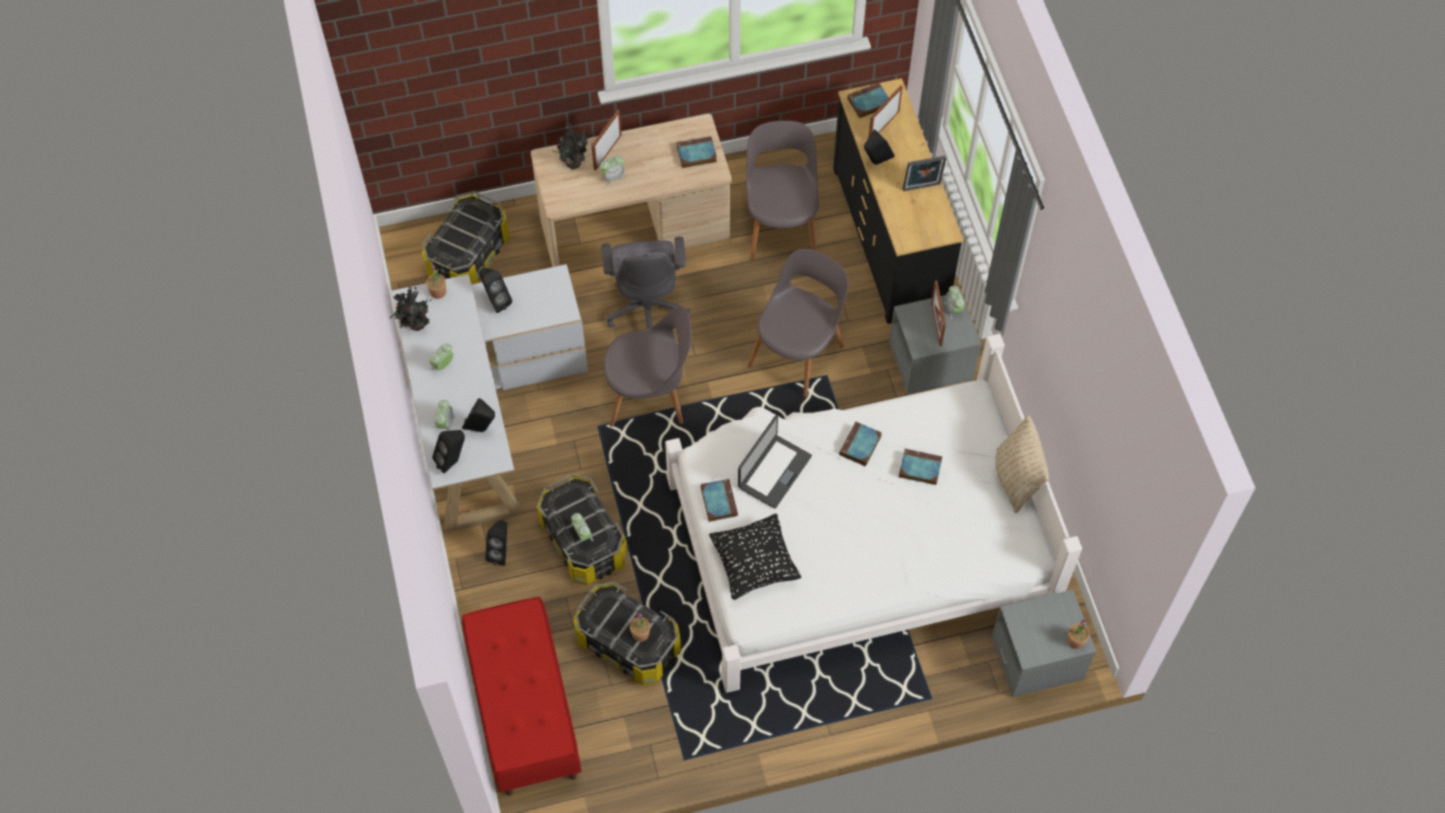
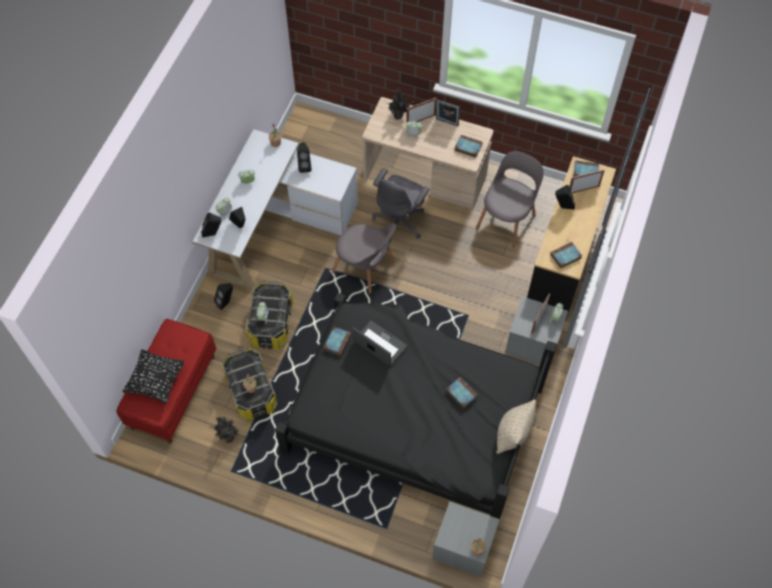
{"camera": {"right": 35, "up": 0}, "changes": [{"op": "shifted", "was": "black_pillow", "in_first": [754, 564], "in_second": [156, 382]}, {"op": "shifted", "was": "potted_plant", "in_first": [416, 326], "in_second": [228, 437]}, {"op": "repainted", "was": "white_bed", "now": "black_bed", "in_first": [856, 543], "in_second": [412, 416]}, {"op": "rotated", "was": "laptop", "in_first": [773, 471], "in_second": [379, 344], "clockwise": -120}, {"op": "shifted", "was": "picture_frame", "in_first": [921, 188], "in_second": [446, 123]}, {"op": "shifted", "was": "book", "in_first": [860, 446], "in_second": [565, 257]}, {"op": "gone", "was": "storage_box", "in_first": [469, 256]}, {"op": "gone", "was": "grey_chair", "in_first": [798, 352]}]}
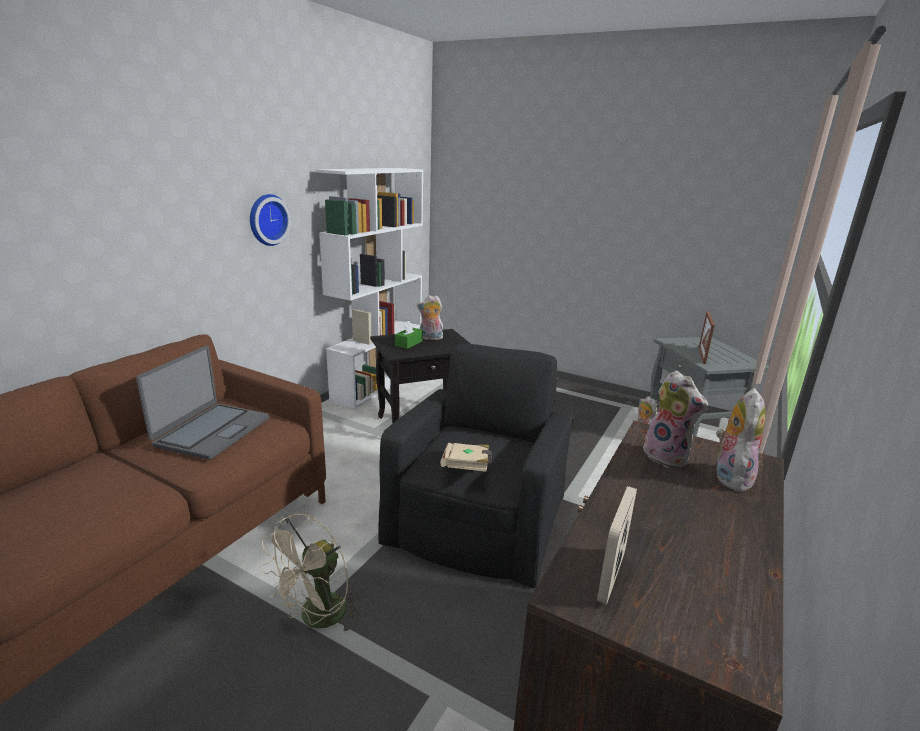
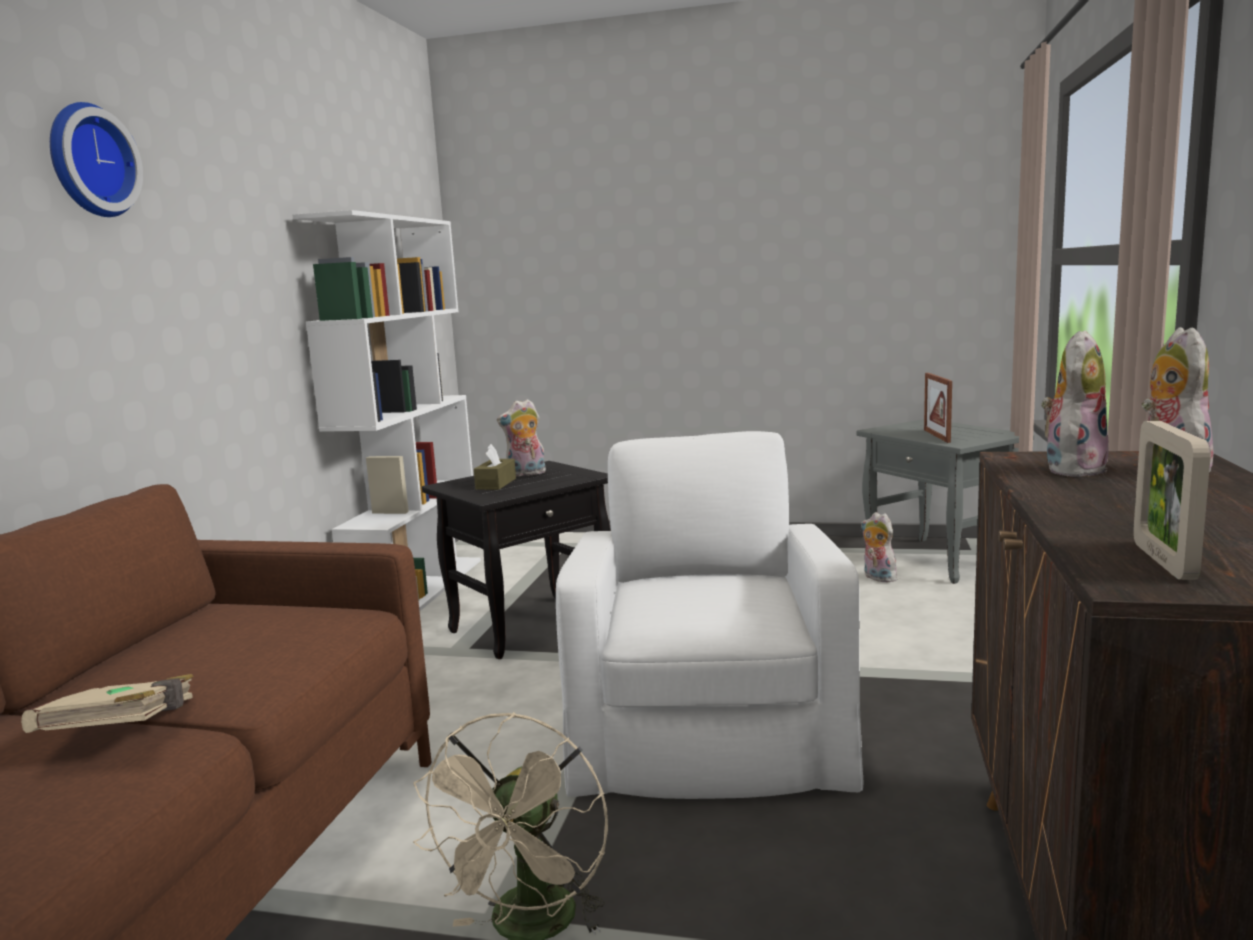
{"camera": {"right": -15, "up": -10}, "changes": [{"op": "shifted", "was": "beige_book", "in_first": [467, 468], "in_second": [126, 734]}, {"op": "shifted", "was": "wall_clock", "in_first": [267, 219], "in_second": [88, 161]}, {"op": "repainted", "was": "green_tissue_box", "now": "brown_tissue_box", "in_first": [409, 343], "in_second": [496, 484]}, {"op": "repainted", "was": "black_armchair", "now": "white_armchair", "in_first": [478, 515], "in_second": [707, 722]}, {"op": "rotated", "was": "plush_toy", "in_first": [668, 457], "in_second": [1072, 469], "clockwise": -90}, {"op": "gone", "was": "laptop", "in_first": [212, 431]}]}
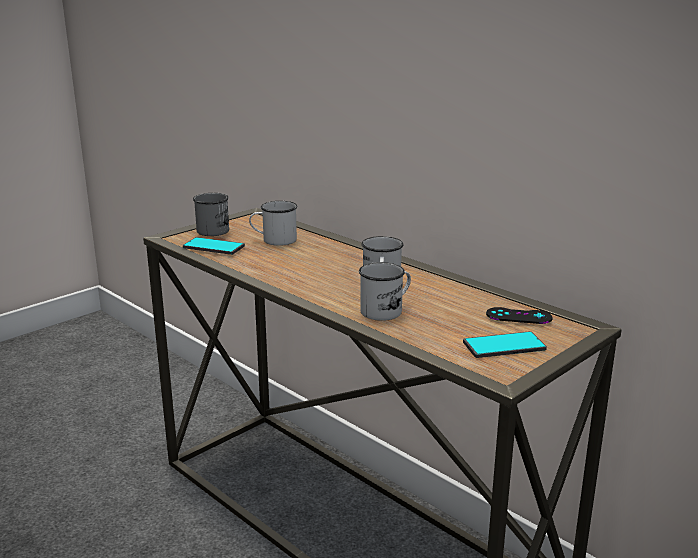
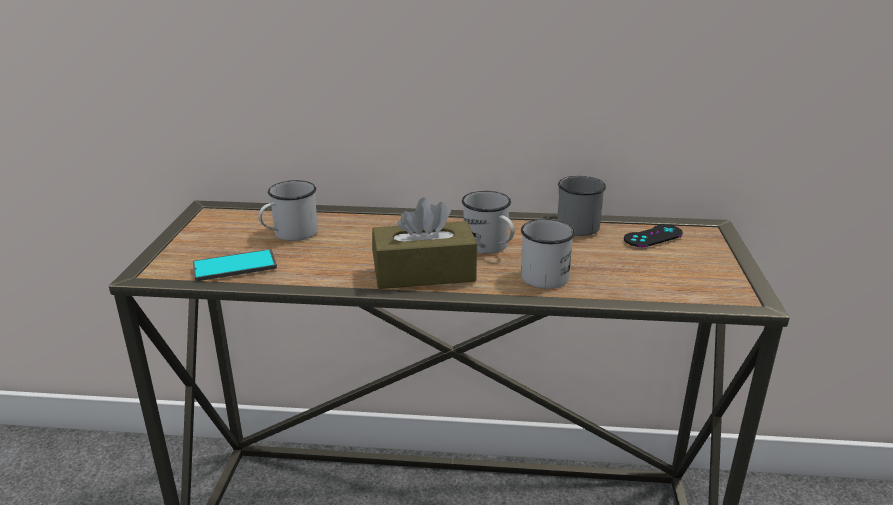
{"camera": {"right": -40, "up": 5}, "changes": [{"op": "new", "now": "brown_tissue_box", "in_second": [424, 273]}, {"op": "shifted", "was": "grey_mug", "in_first": [215, 229], "in_second": [574, 224]}, {"op": "gone", "was": "phone", "in_first": [504, 346]}]}
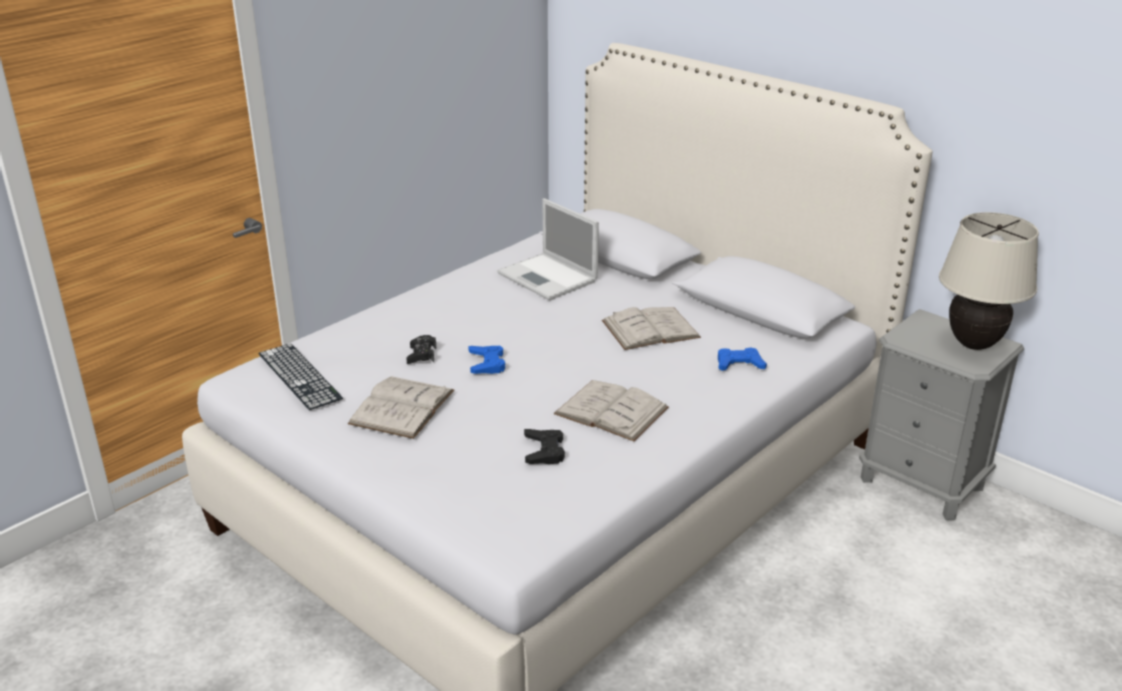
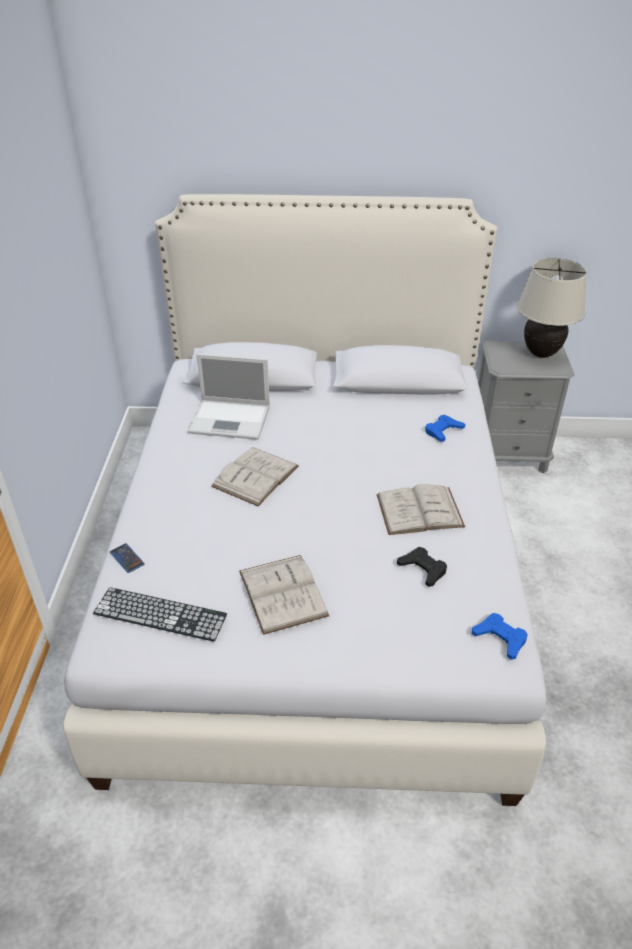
{"camera": {"right": -40, "up": 10}, "changes": [{"op": "new", "now": "phone", "in_second": [127, 558]}, {"op": "shifted", "was": "white_book", "in_first": [650, 329], "in_second": [255, 476]}, {"op": "shifted", "was": "blue_game_controller", "in_first": [487, 364], "in_second": [500, 638]}, {"op": "gone", "was": "black_game_controller", "in_first": [421, 355]}]}
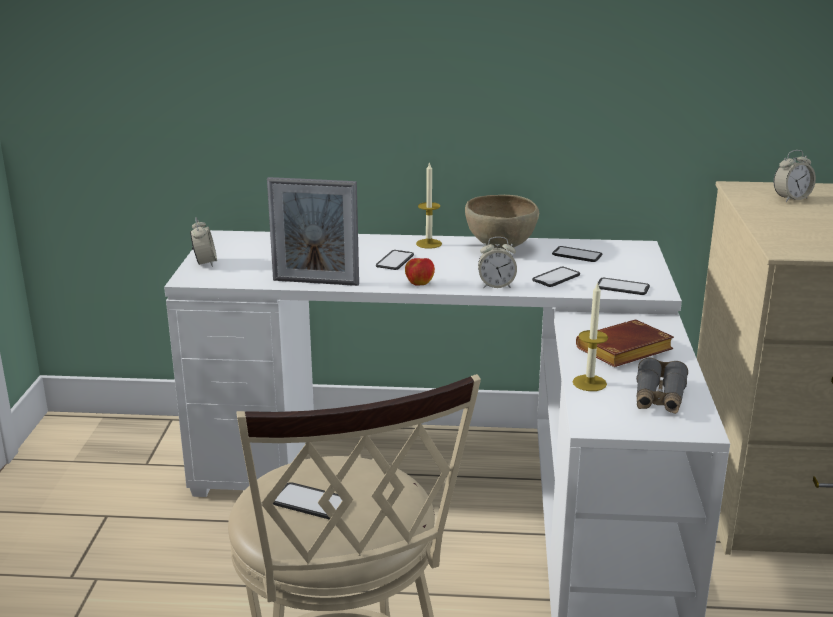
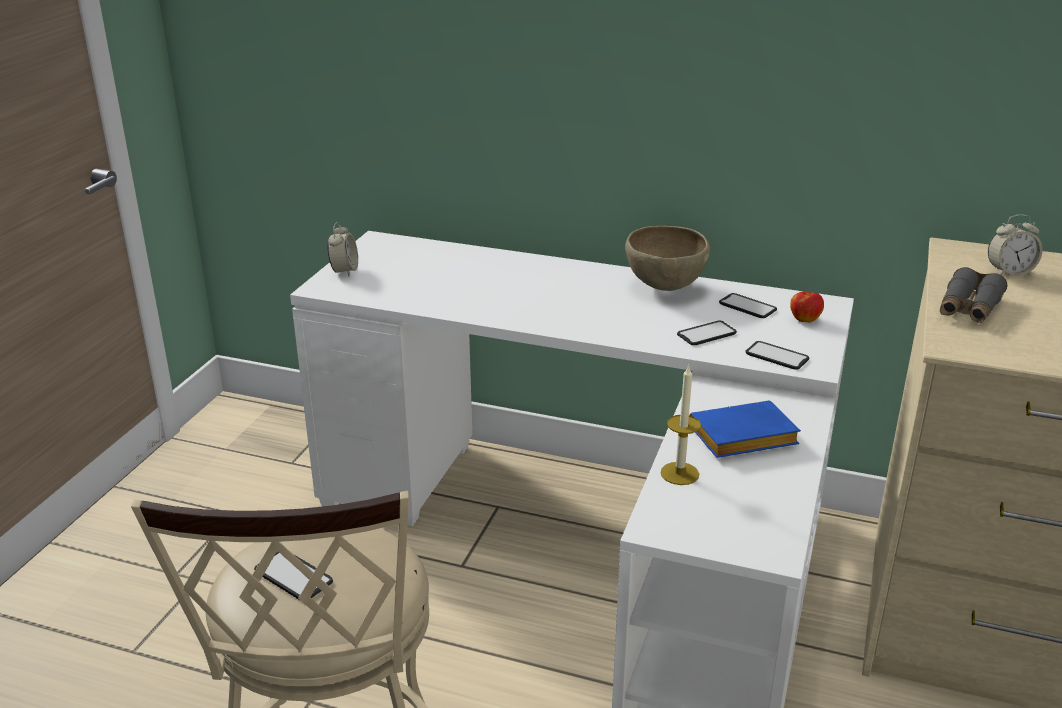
{"camera": {"right": 15, "up": 5}, "changes": [{"op": "repainted", "was": "brown_book", "now": "blue_book", "in_first": [623, 352], "in_second": [741, 439]}, {"op": "shifted", "was": "apple", "in_first": [419, 283], "in_second": [805, 319]}, {"op": "shifted", "was": "grey_binoculars", "in_first": [659, 397], "in_second": [968, 308]}, {"op": "gone", "was": "picture_frame", "in_first": [316, 282]}, {"op": "gone", "was": "phone", "in_first": [395, 261]}, {"op": "gone", "was": "candle", "in_first": [429, 243]}, {"op": "gone", "was": "alarm_clock", "in_first": [496, 285]}]}
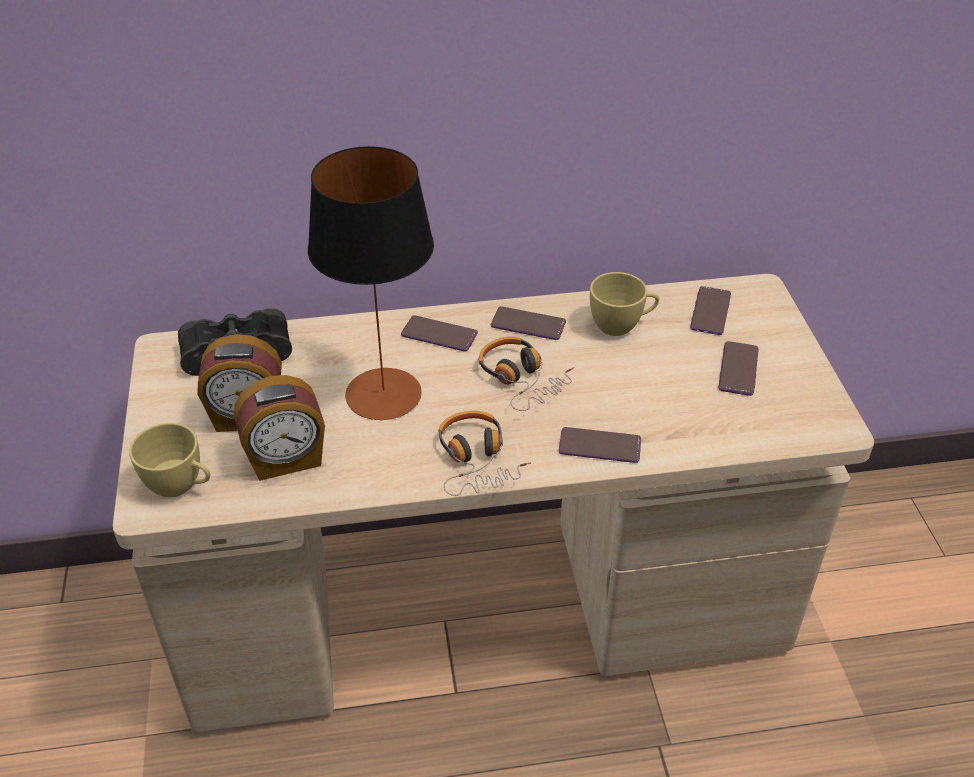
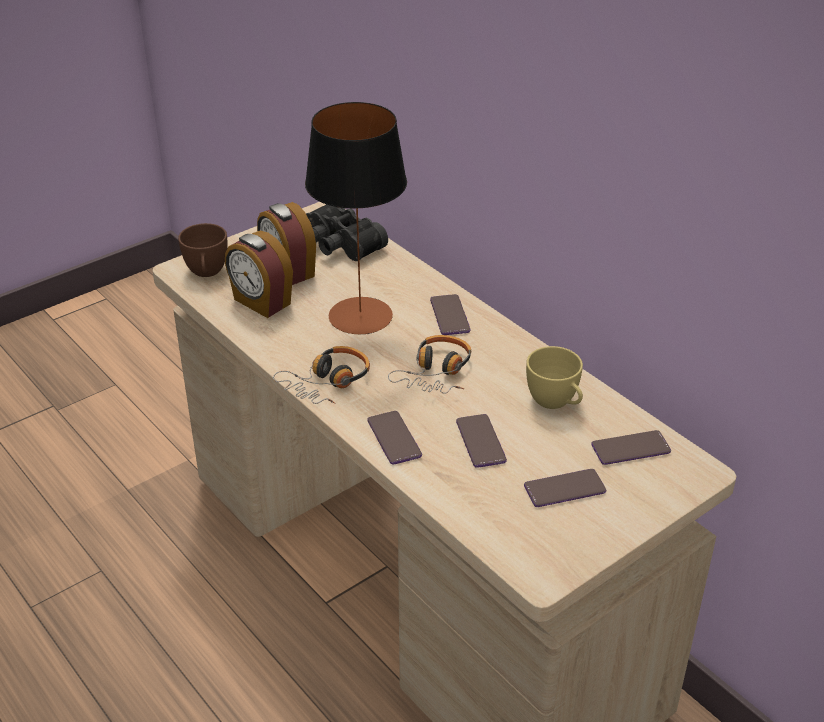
{"camera": {"right": 60, "up": -5}, "changes": [{"op": "repainted", "was": "yellow_cup", "now": "brown_cup", "in_first": [181, 486], "in_second": [206, 273]}, {"op": "shifted", "was": "phone", "in_first": [528, 324], "in_second": [480, 441]}]}
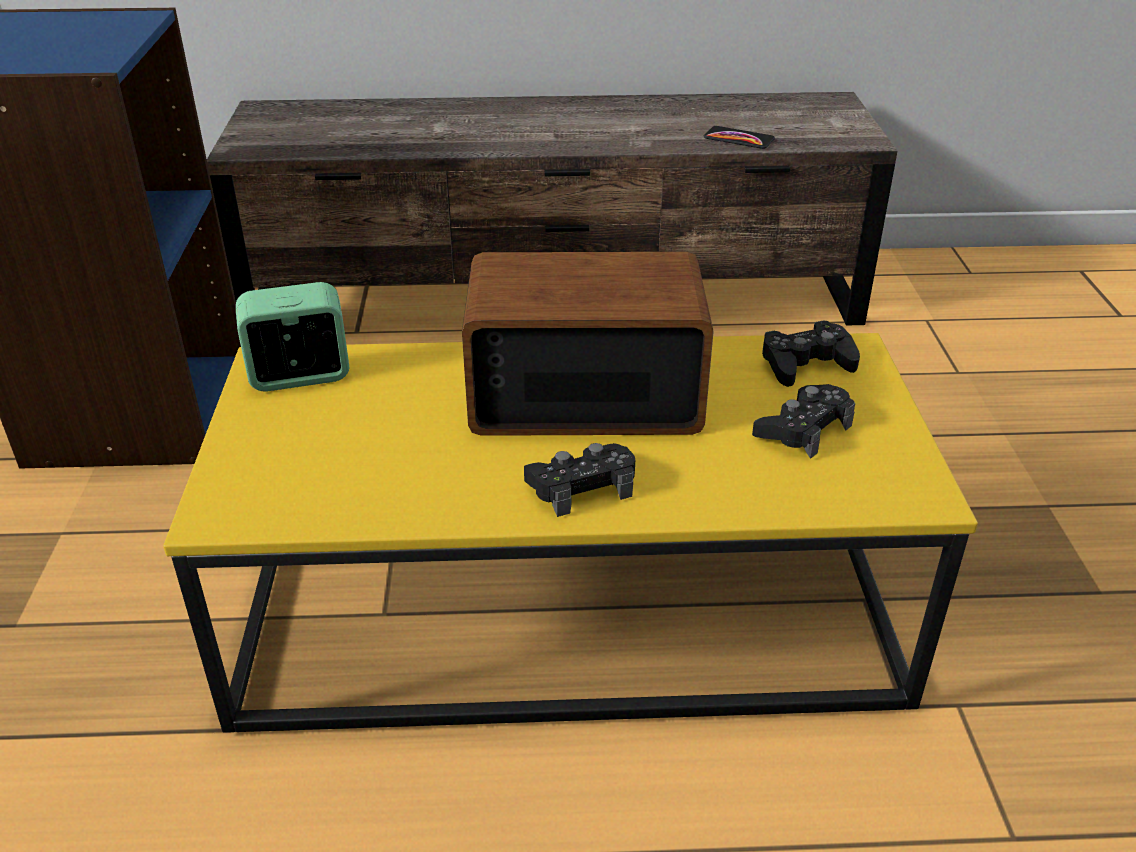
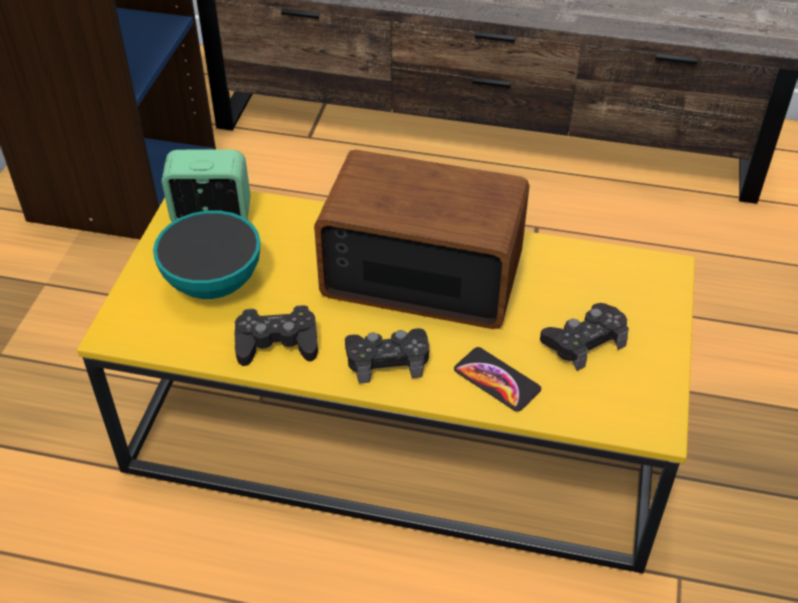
{"camera": {"right": 15, "up": 10}, "changes": [{"op": "new", "now": "bowl", "in_second": [213, 283]}, {"op": "shifted", "was": "black_game_controller", "in_first": [806, 363], "in_second": [277, 343]}, {"op": "shifted", "was": "phone", "in_first": [738, 139], "in_second": [496, 380]}]}
